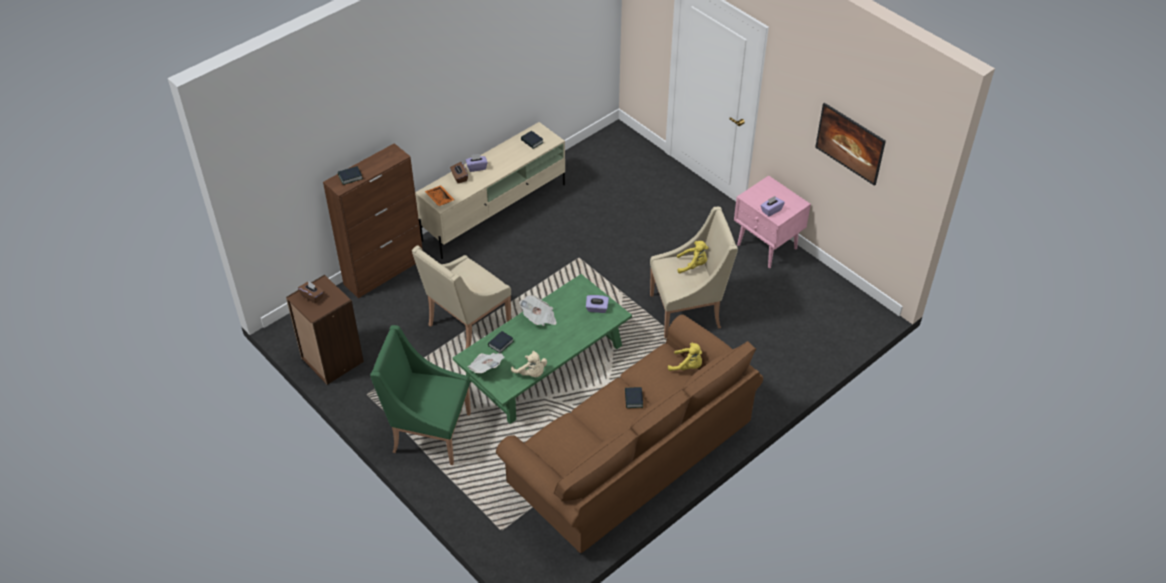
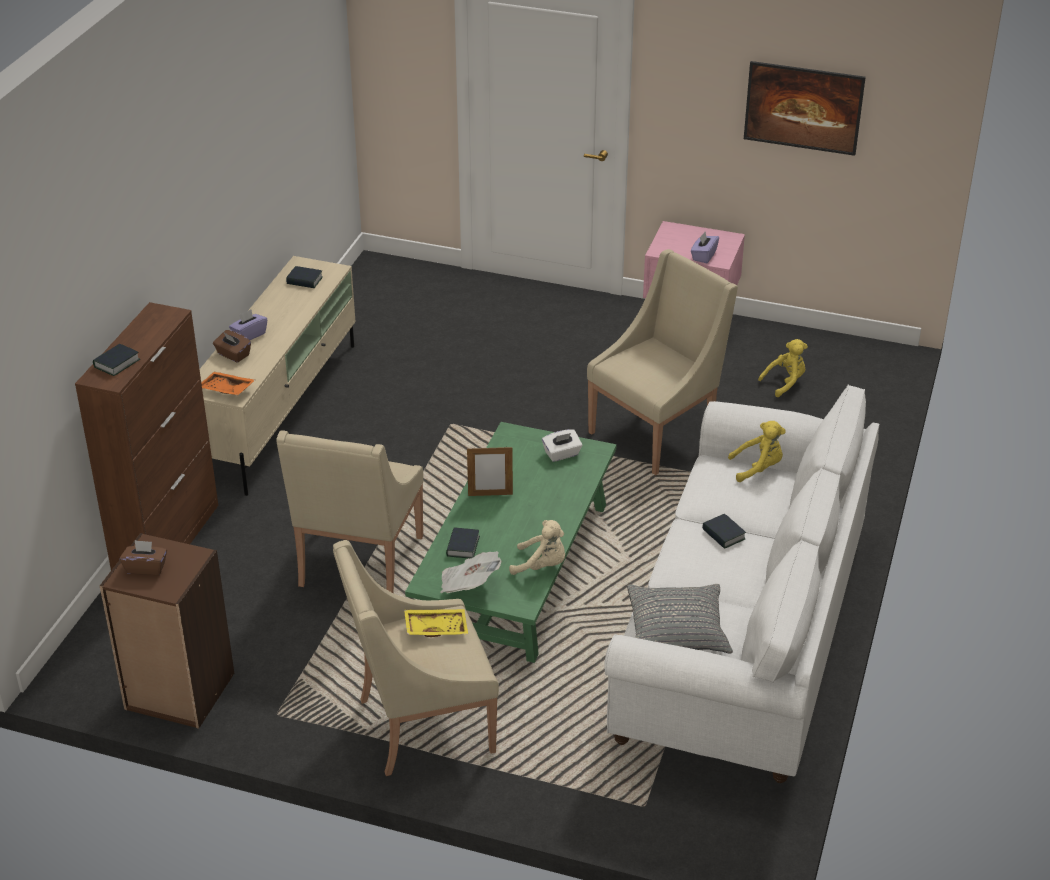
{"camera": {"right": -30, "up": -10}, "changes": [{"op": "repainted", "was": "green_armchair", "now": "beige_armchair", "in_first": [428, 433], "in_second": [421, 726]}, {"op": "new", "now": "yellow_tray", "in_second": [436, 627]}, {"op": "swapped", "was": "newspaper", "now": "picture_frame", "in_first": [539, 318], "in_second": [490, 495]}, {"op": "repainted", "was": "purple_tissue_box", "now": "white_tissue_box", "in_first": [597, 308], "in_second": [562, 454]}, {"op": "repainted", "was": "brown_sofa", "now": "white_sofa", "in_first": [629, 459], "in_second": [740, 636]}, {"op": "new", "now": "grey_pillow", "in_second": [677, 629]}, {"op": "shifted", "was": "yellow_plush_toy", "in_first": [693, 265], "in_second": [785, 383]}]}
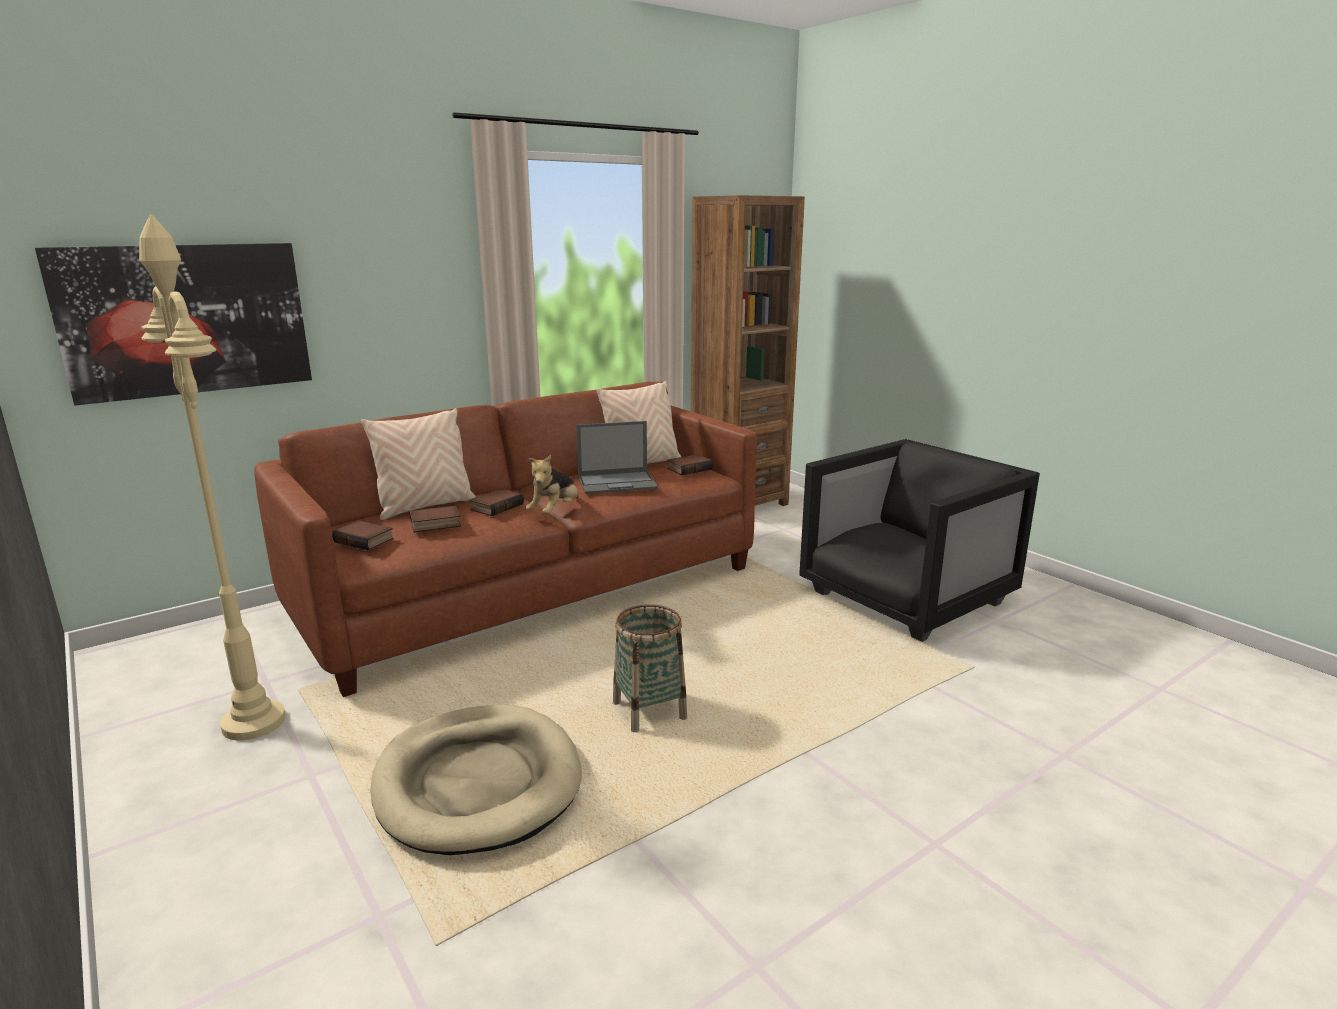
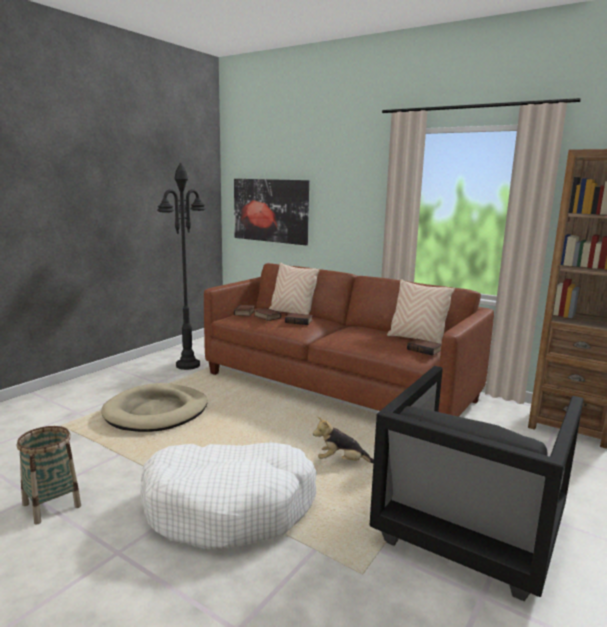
{"camera": {"right": 70, "up": -5}, "changes": [{"op": "shifted", "was": "basket", "in_first": [649, 711], "in_second": [51, 505]}, {"op": "new", "now": "white_dog_bed", "in_second": [230, 507]}, {"op": "repainted", "was": "beige_floor_lamp", "now": "black_floor_lamp", "in_first": [253, 722], "in_second": [188, 365]}, {"op": "shifted", "was": "plush_toy", "in_first": [555, 511], "in_second": [341, 462]}, {"op": "rotated", "was": "black_armchair", "in_first": [905, 599], "in_second": [469, 529], "clockwise": 90}, {"op": "gone", "was": "laptop", "in_first": [618, 482]}]}
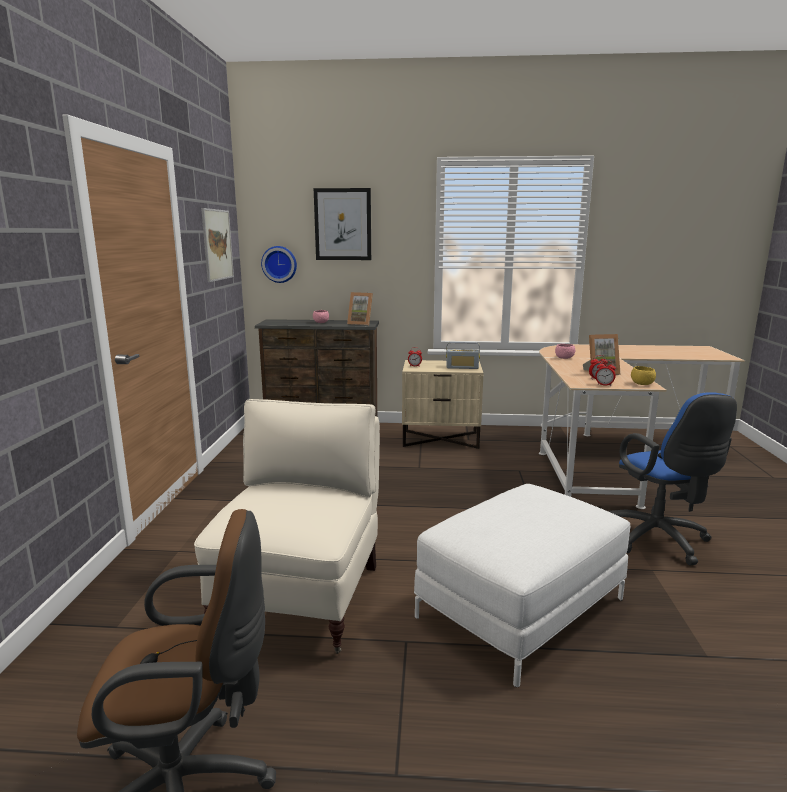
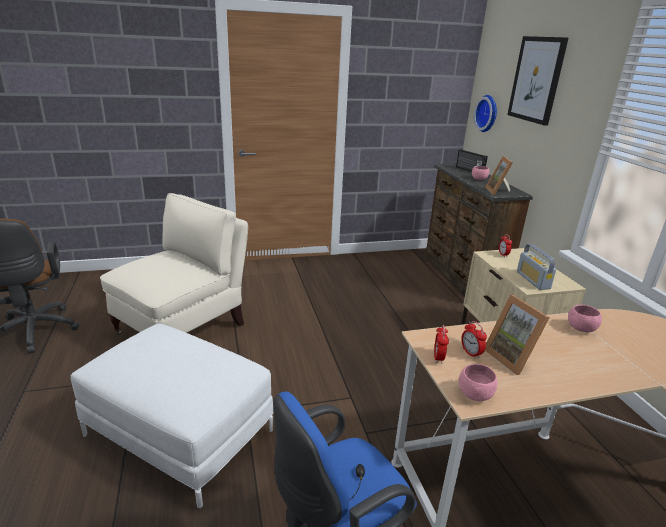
{"camera": {"right": 70, "up": 10}, "changes": [{"op": "rotated", "was": "beige_armchair", "in_first": [303, 597], "in_second": [184, 328], "clockwise": -45}, {"op": "new", "now": "radio", "in_second": [469, 170]}, {"op": "repainted", "was": "yellow_bowl", "now": "pink_bowl", "in_first": [642, 384], "in_second": [475, 394]}, {"op": "gone", "was": "picture", "in_first": [217, 245]}]}
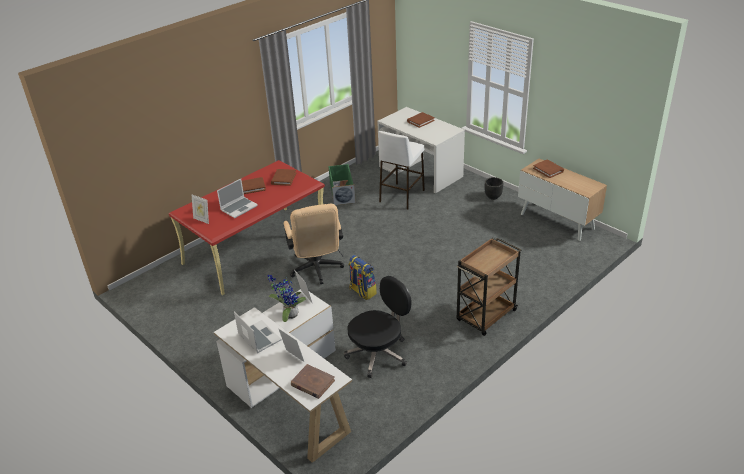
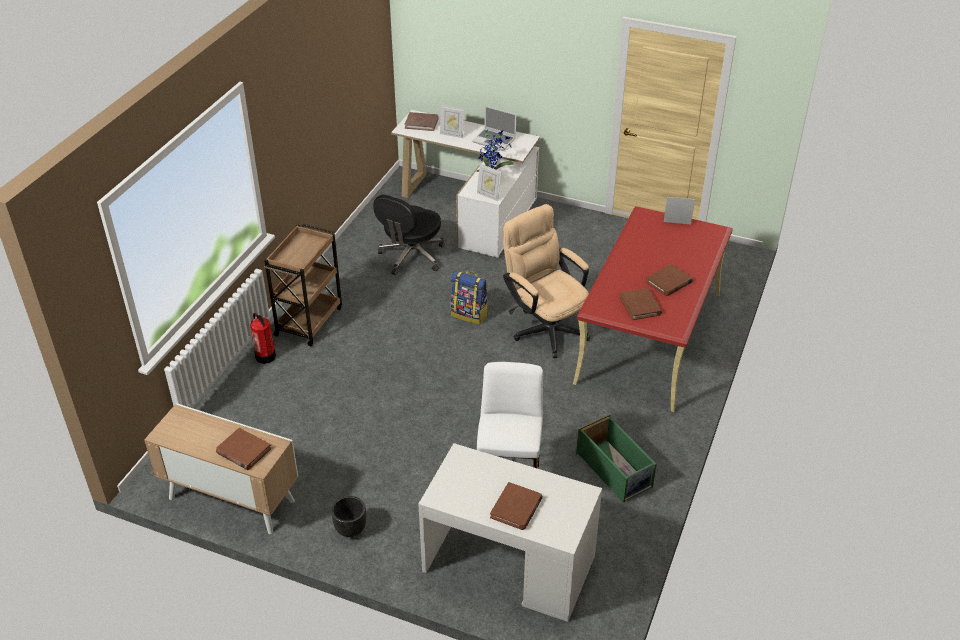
{"camera": {"right": 155, "up": 5}, "changes": [{"op": "new", "now": "fire_extinguisher", "in_second": [265, 356]}, {"op": "gone", "was": "laptop", "in_first": [239, 208]}]}
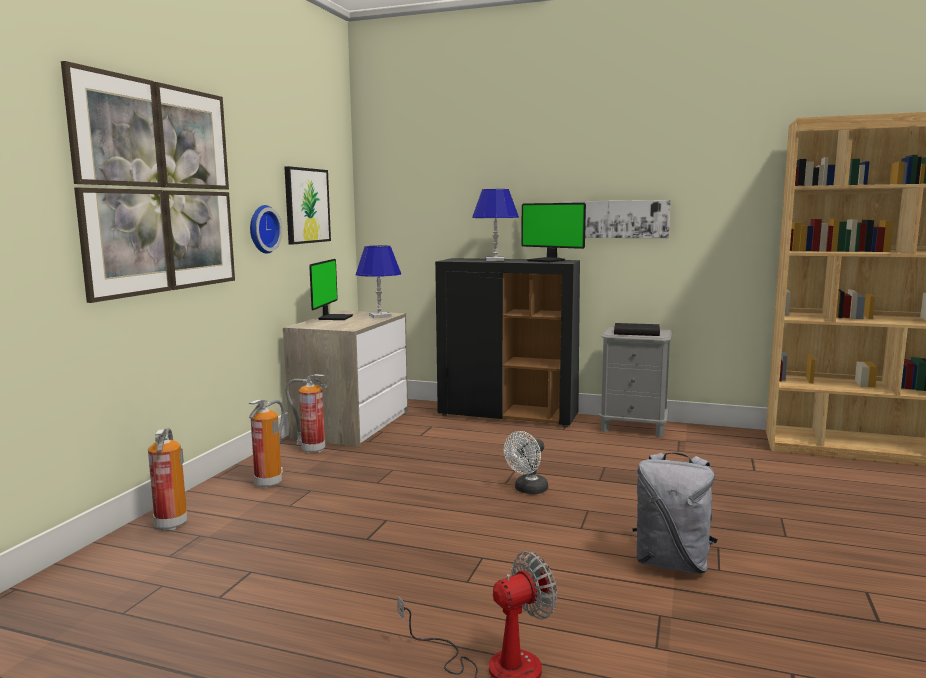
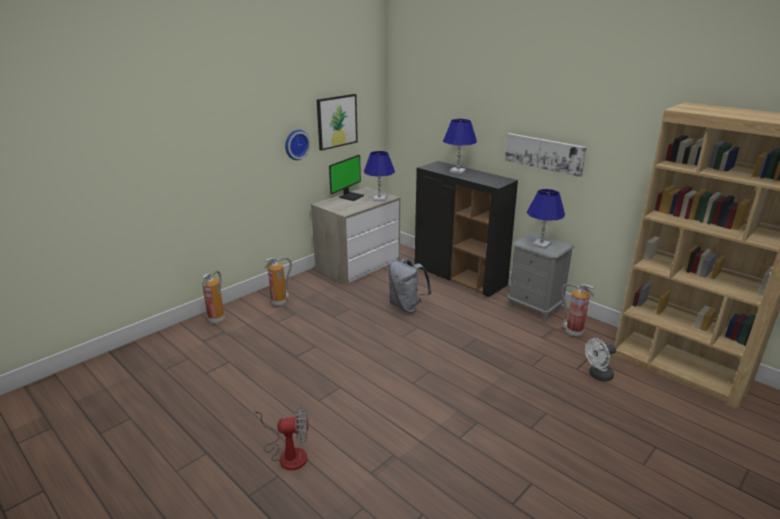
{"camera": {"right": 25, "up": 15}, "changes": [{"op": "shifted", "was": "grey_backpack", "in_first": [672, 563], "in_second": [407, 307]}, {"op": "swapped", "was": "black_book", "now": "blue_table_lamp", "in_first": [637, 332], "in_second": [541, 244]}, {"op": "shifted", "was": "fire_extinguisher", "in_first": [312, 449], "in_second": [572, 332]}, {"op": "shifted", "was": "white_fan", "in_first": [528, 490], "in_second": [597, 376]}, {"op": "gone", "was": "picture", "in_first": [159, 188]}, {"op": "gone", "was": "monitor", "in_first": [547, 260]}]}
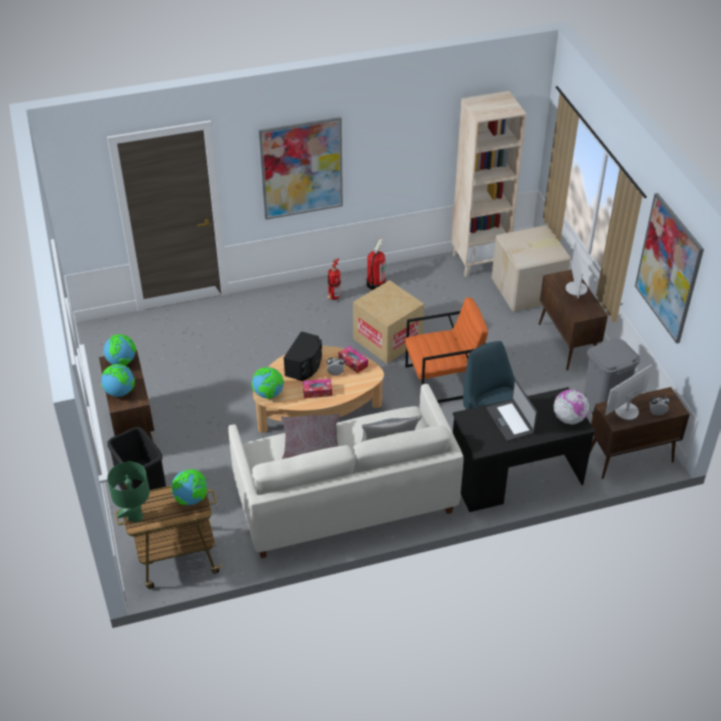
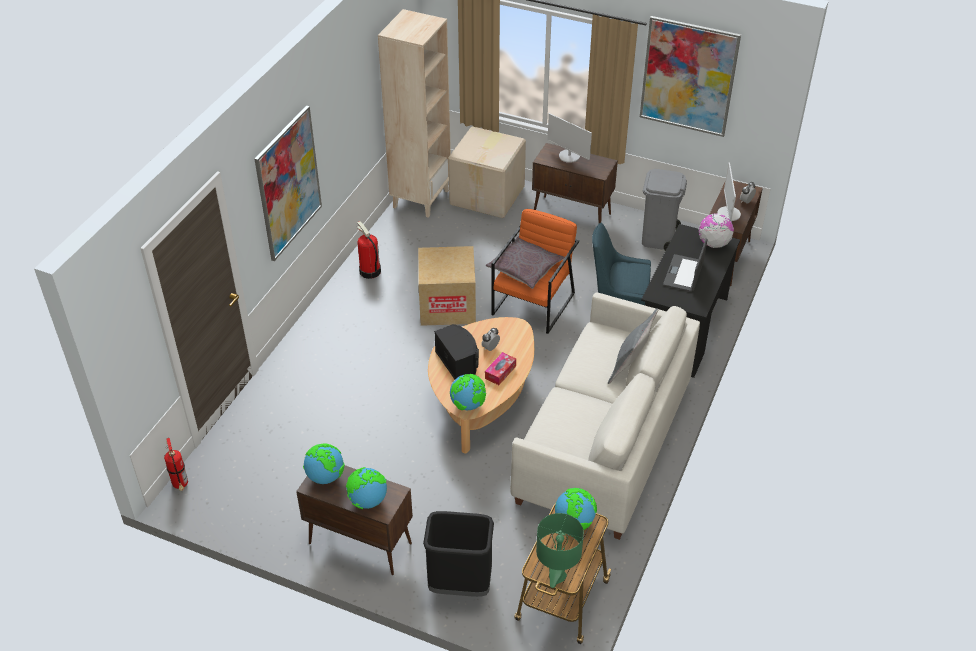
{"camera": {"right": -50, "up": 0}, "changes": [{"op": "shifted", "was": "fire_extinguisher", "in_first": [333, 298], "in_second": [181, 486]}, {"op": "shifted", "was": "grey_pillow", "in_first": [311, 443], "in_second": [525, 268]}, {"op": "rotated", "was": "laptop", "in_first": [511, 420], "in_second": [684, 274], "clockwise": 90}, {"op": "gone", "was": "tissue_box", "in_first": [353, 362]}]}
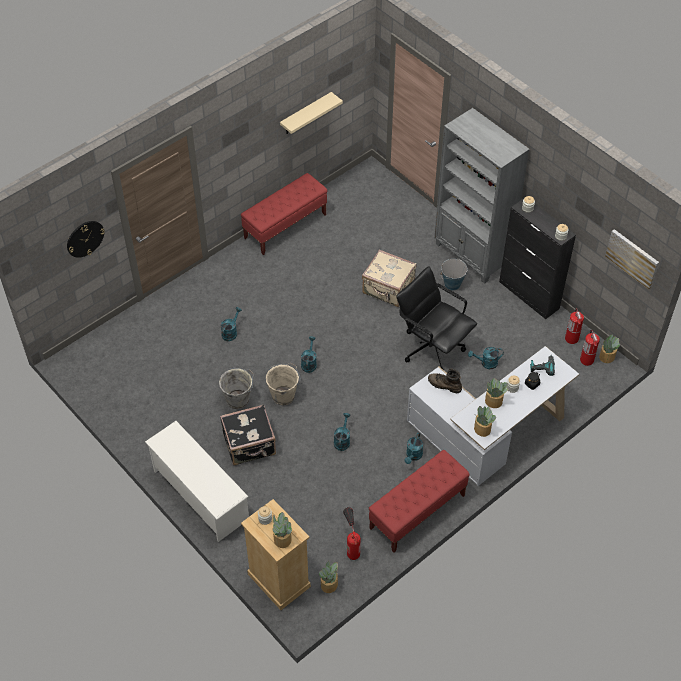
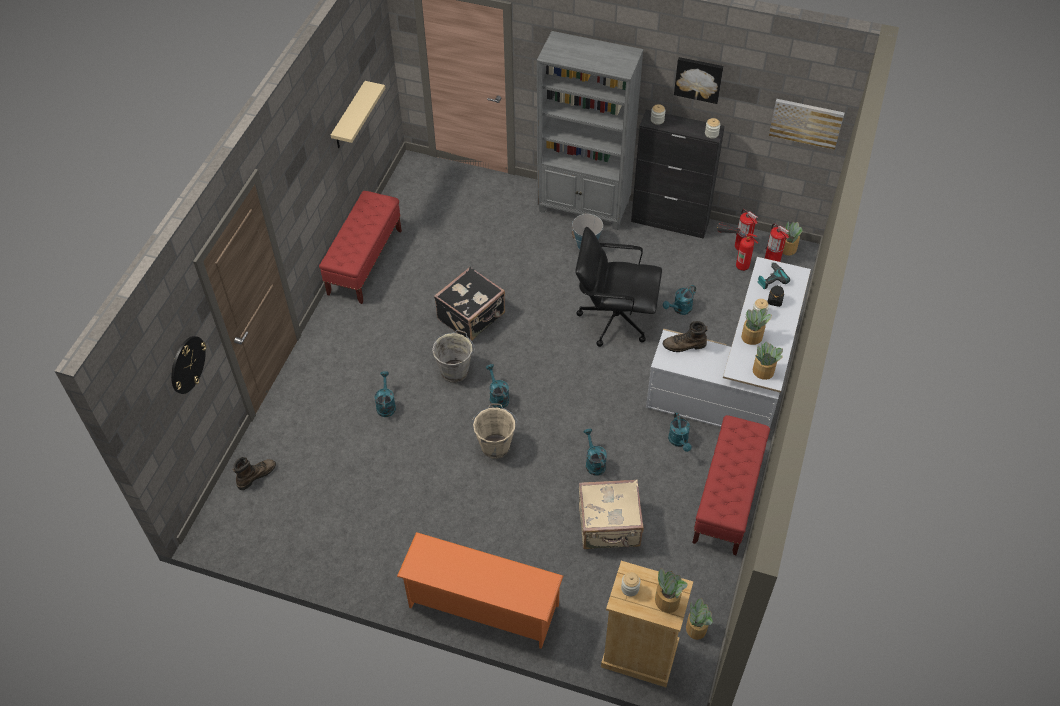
{"camera": {"right": -30, "up": 0}, "changes": [{"op": "new", "now": "brown_boot", "in_second": [256, 475]}, {"op": "repainted", "was": "white_shoe_rack", "now": "orange_shoe_rack", "in_first": [200, 495], "in_second": [482, 606]}, {"op": "shifted", "was": "grey_bucket", "in_first": [238, 399], "in_second": [455, 370]}, {"op": "shifted", "was": "black_suitcase", "in_first": [250, 445], "in_second": [472, 317]}, {"op": "shifted", "was": "beige_suitcase", "in_first": [388, 289], "in_second": [609, 527]}, {"op": "new", "now": "picture", "in_second": [698, 79]}, {"op": "shifted", "was": "fire_extinguisher", "in_first": [351, 543], "in_second": [733, 258]}]}
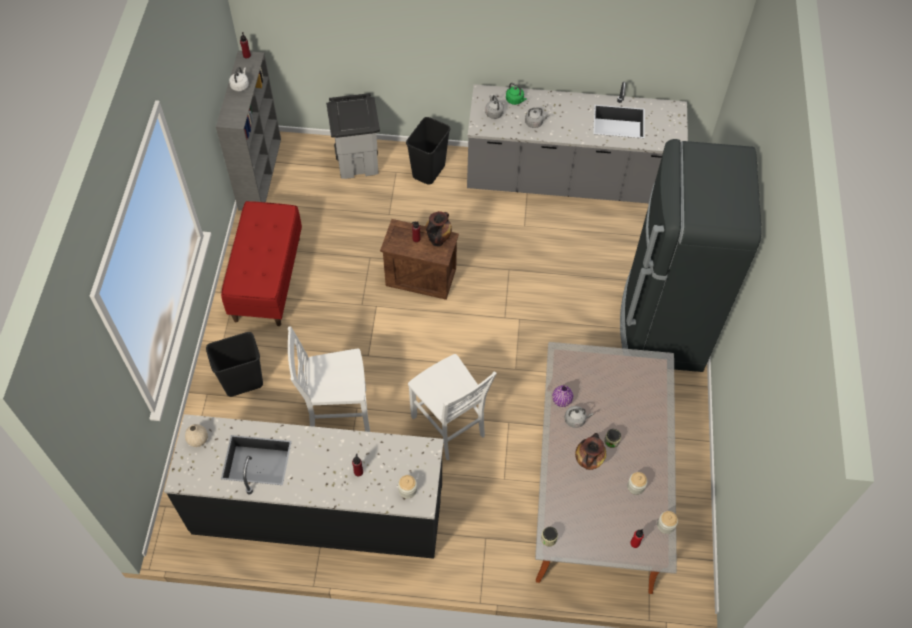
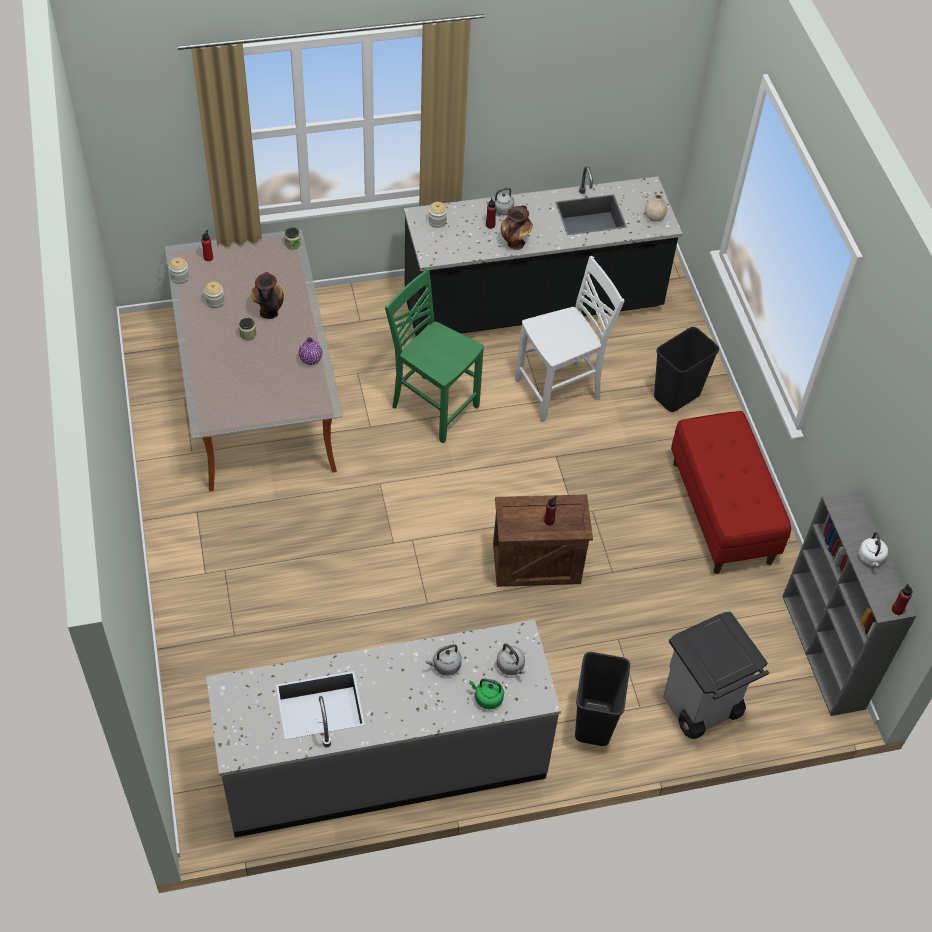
{"camera": {"right": 160, "up": -5}, "changes": [{"op": "repainted", "was": "white_chair", "now": "green_chair", "in_first": [449, 427], "in_second": [433, 406]}, {"op": "shifted", "was": "grey_kettle", "in_first": [576, 420], "in_second": [501, 210]}, {"op": "shifted", "was": "vase", "in_first": [438, 239], "in_second": [515, 243]}, {"op": "gone", "was": "black_fridge", "in_first": [662, 325]}]}
